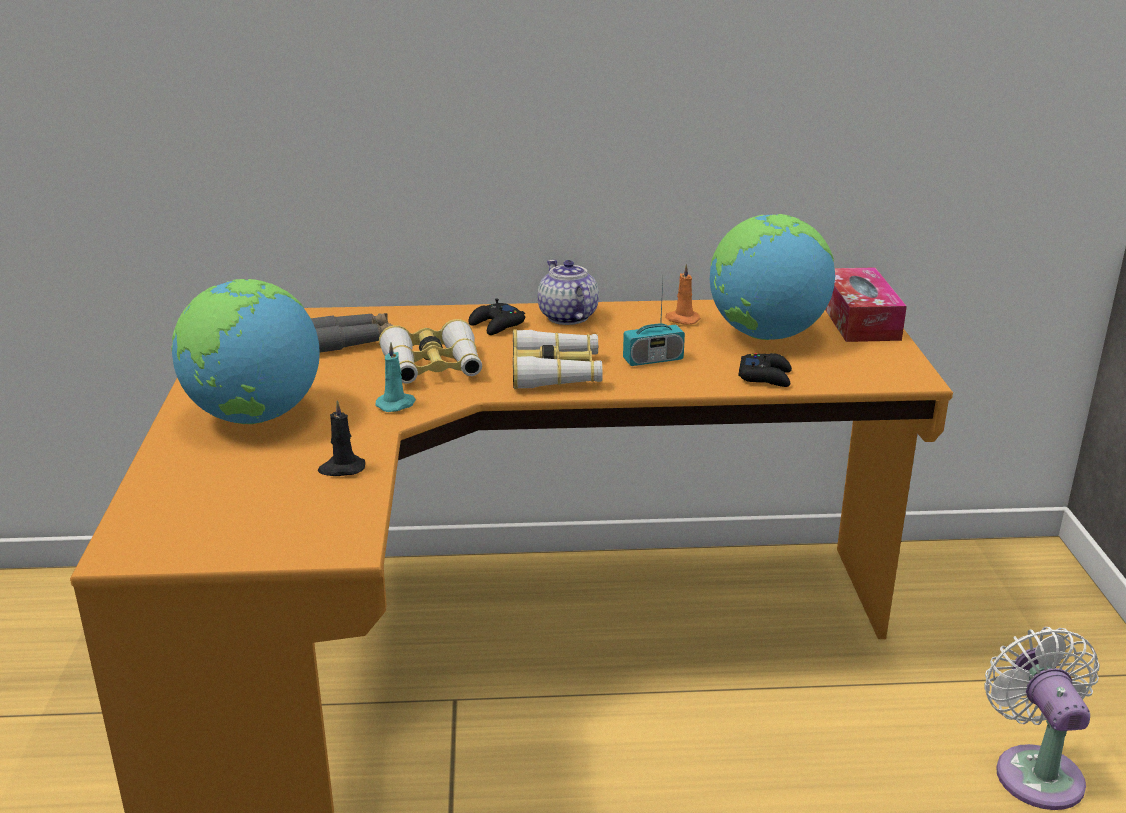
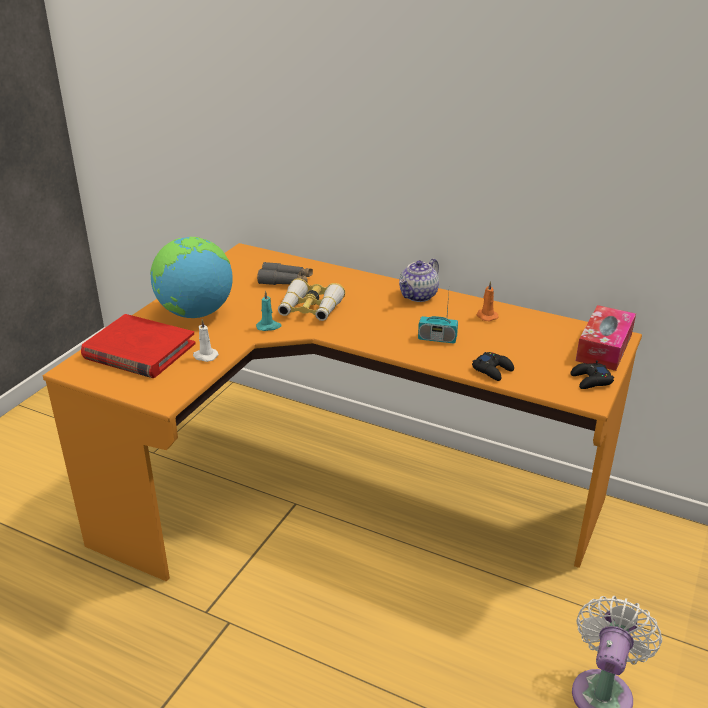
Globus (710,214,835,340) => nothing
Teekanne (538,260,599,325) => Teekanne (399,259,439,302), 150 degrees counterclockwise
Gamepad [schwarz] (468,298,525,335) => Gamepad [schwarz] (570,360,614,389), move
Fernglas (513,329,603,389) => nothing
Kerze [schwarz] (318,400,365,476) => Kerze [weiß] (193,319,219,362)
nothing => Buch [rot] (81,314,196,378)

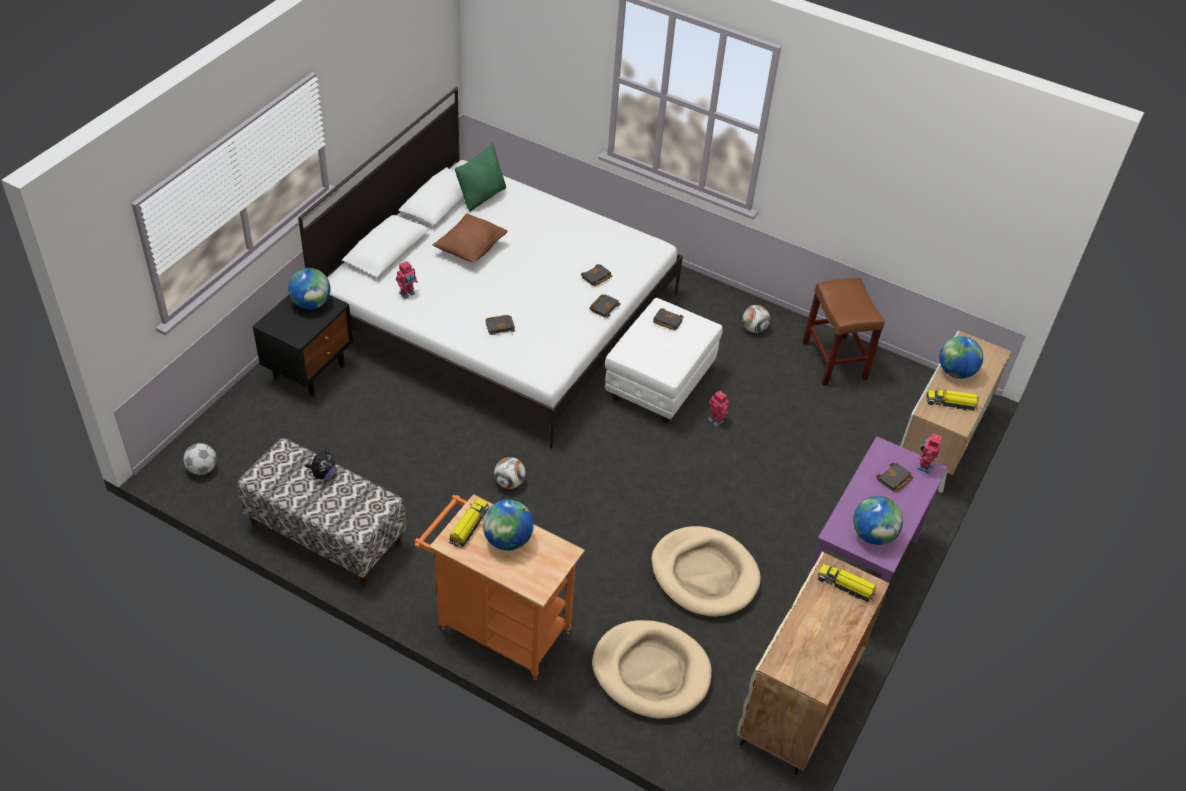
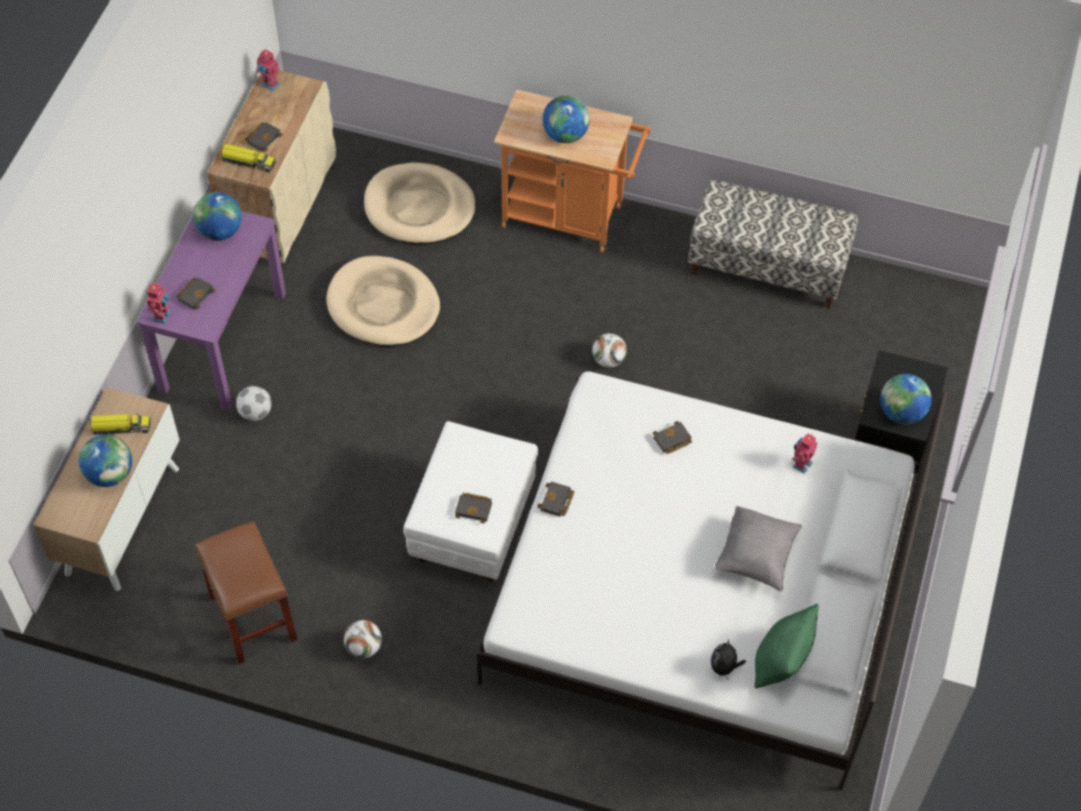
Kissen [braun] (433,214,507,263) => Kissen [grau] (715,506,802,592)
Buch [schwarz] (581,264,612,286) => Buch [schwarz] (245,122,283,152), move
Spielzeugroboter (708,391,729,427) => Spielzeugroboter (256,49,280,91), move
Fußball (183,443,217,475) => Fußball (236,386,272,421), move
Plüschtier (305,448,335,479) => Plüschtier (711,640,746,679), move
Spielzeuglaster (449,498,489,548) => nothing

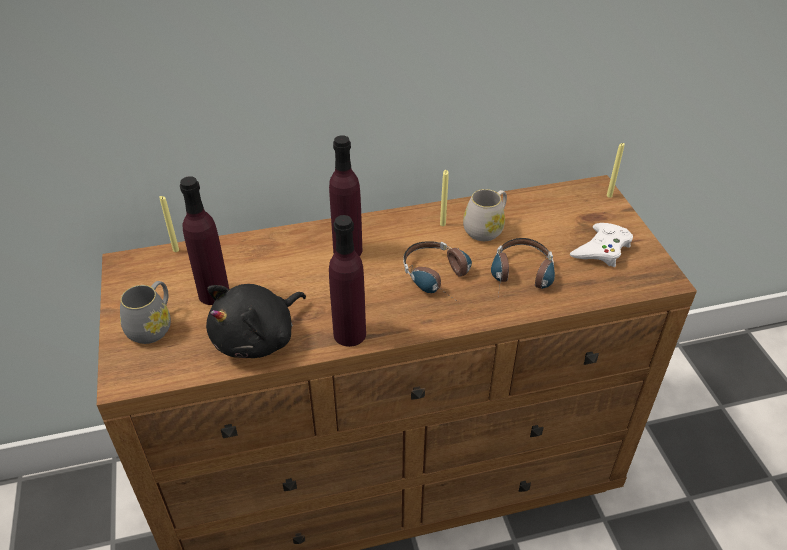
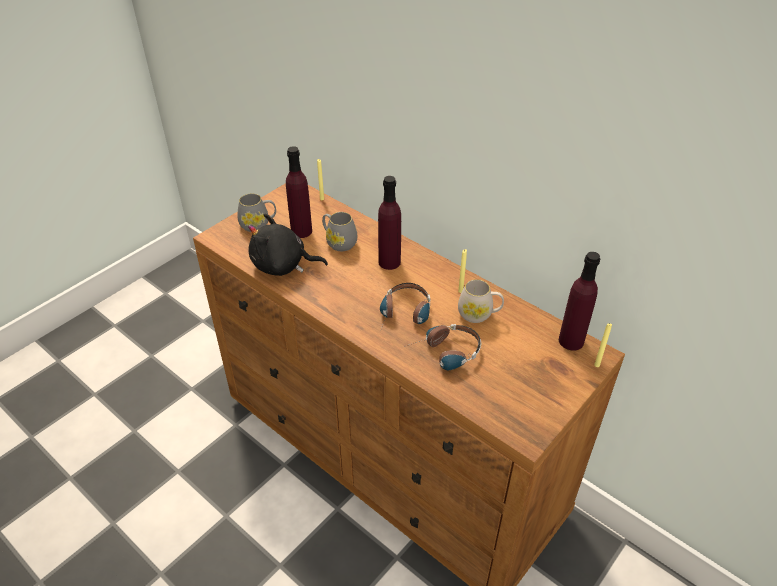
Flasche [lila] (329,215,366,347) => Flasche [lila] (559,252,600,351), move
Gamepad [weiß] (570,223,633,267) => nothing
nothing => Henkelbecher [grau] (322,212,357,251)

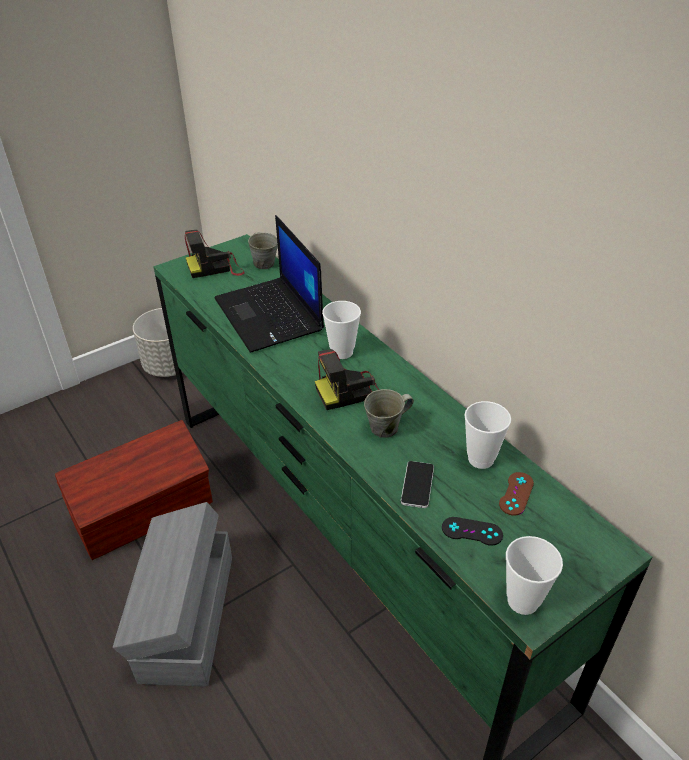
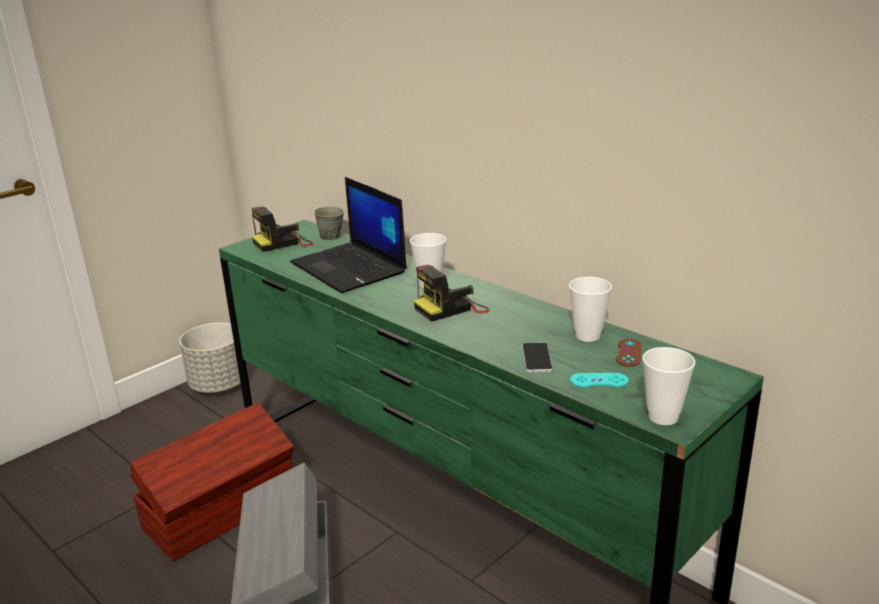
Henkelbecher [grau] (364,389,414,438) => nothing
Gamepad [schwarz] (442,517,503,546) => Gamepad [türkis] (570,373,629,388)

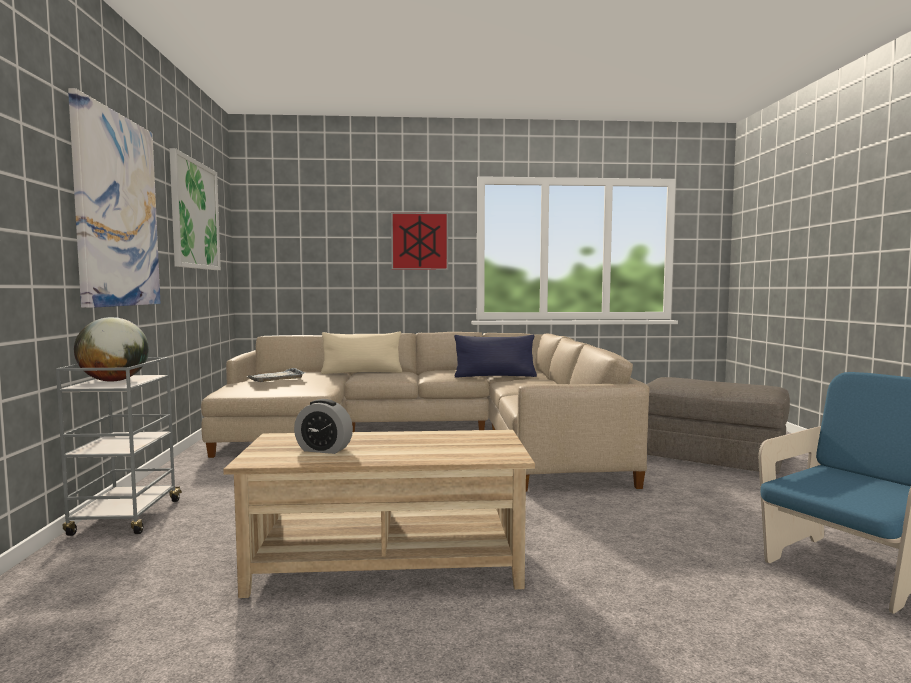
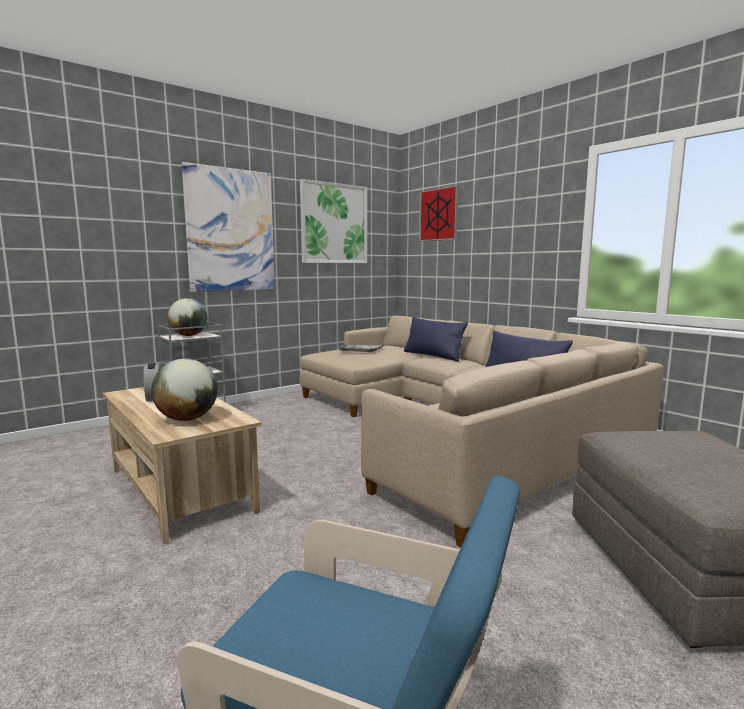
Bild (391,212,448,270) => Bild (419,185,459,241), move
Kissen [beige] (321,332,402,374) => Kissen [blau] (404,317,468,362)
nothing => Globus (151,359,218,421)

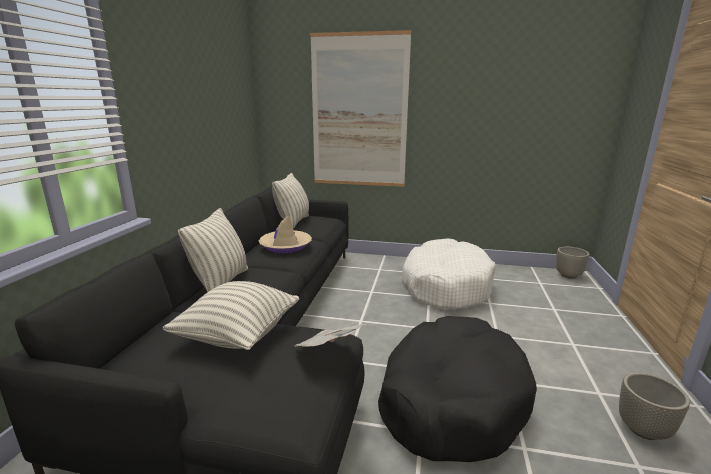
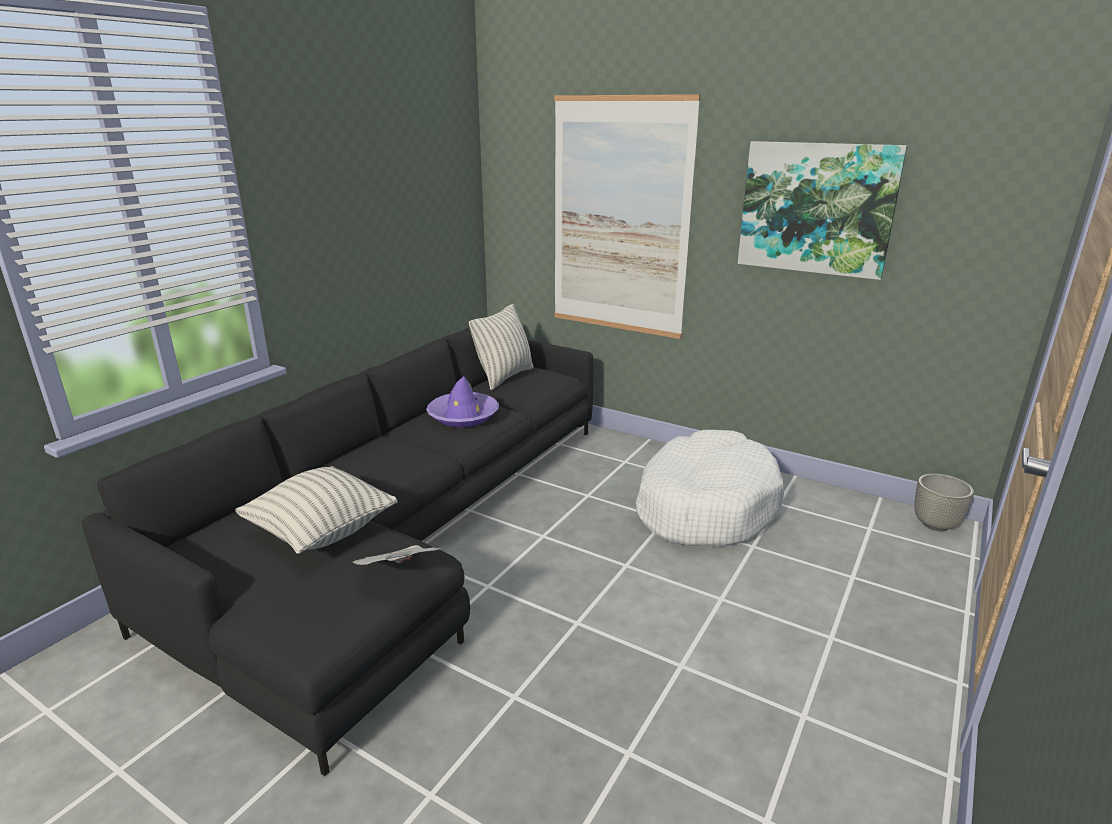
Kissen (178,208,248,292) => nothing
Hut [beige] (259,215,312,253) => Hut [lila] (426,376,499,427)
Hundebett [schwarz] (378,316,537,462) => nothing
Pflanzkübel [grau] (619,372,690,440) => nothing
nothing => Bild (737,141,908,280)

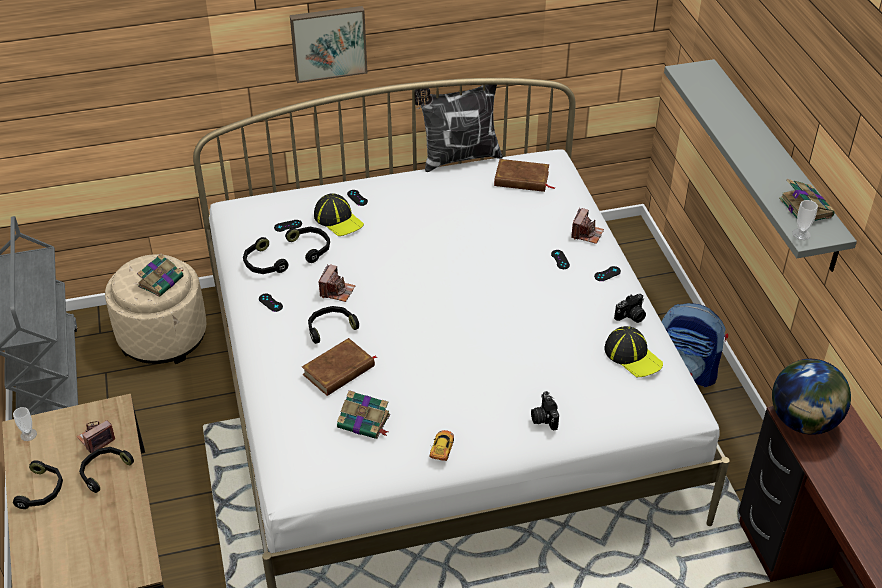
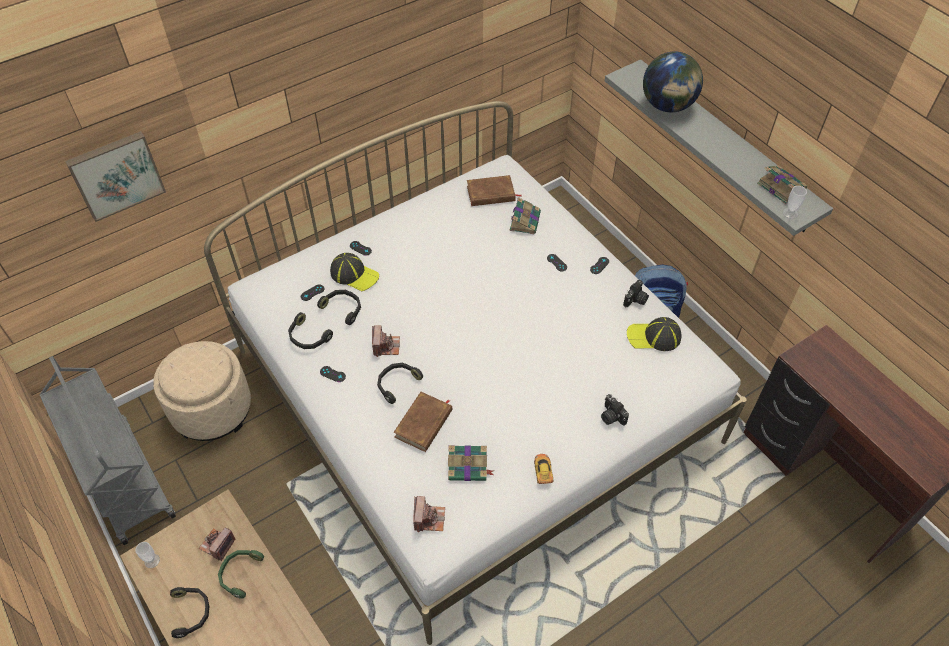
Bild (290,6,367,83) => Bild (65,131,166,222), move
Kissen (415,85,503,172) => nothing
Kamera (571,208,604,244) => Kamera (413,496,445,532), move
Buch (137,254,184,297) => Buch (510,197,541,234), move
Kappe (604,326,663,377) => Kappe (627,317,681,351), 150 degrees clockwise
Globus (772,359,851,435) => Globus (643,51,703,112), move
Kopfhörer [schwarz] (79,447,134,493) => Kopfhörer [grün] (218,550,264,599)

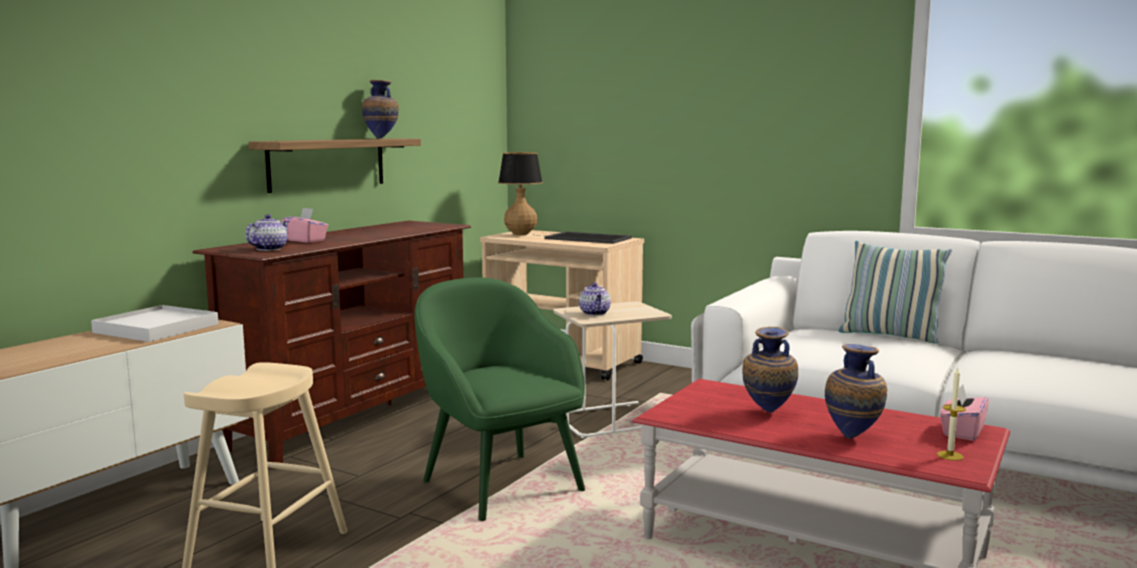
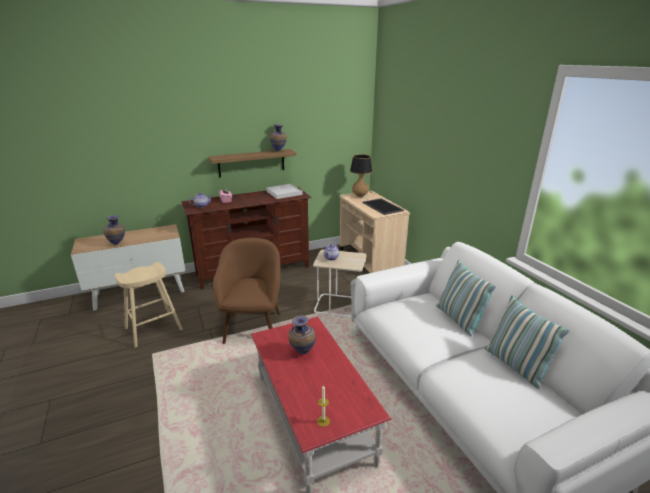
Sessel [grün] (414,278,585,521) => Sessel [braun] (213,238,281,344)
Tablett [weiß] (91,305,219,342) => Tablett [weiß] (266,184,303,199), move
Vase (825,344,887,439) => Vase (103,215,125,245), move
Taschentuchbox [rosa] (940,384,989,441) => nothing
nothing => Kissen (485,295,570,389)

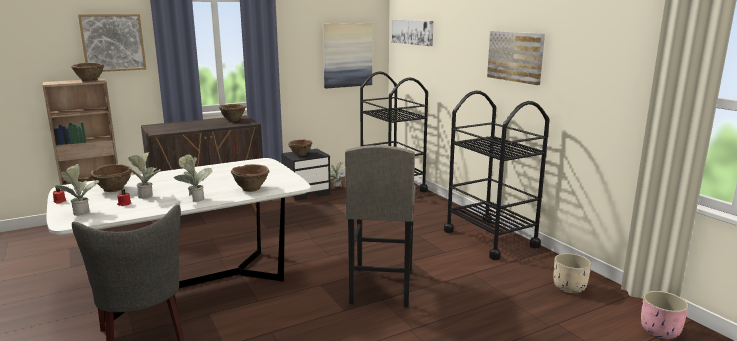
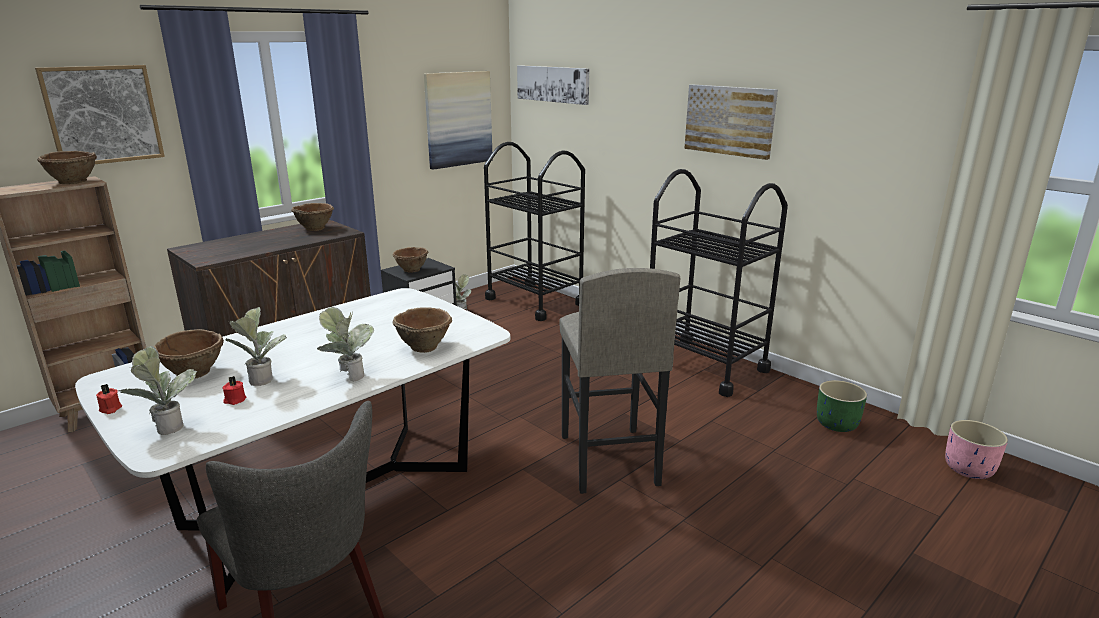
Pflanzkübel [beige] (554,253,591,293) => Pflanzkübel [grün] (817,380,867,432)

